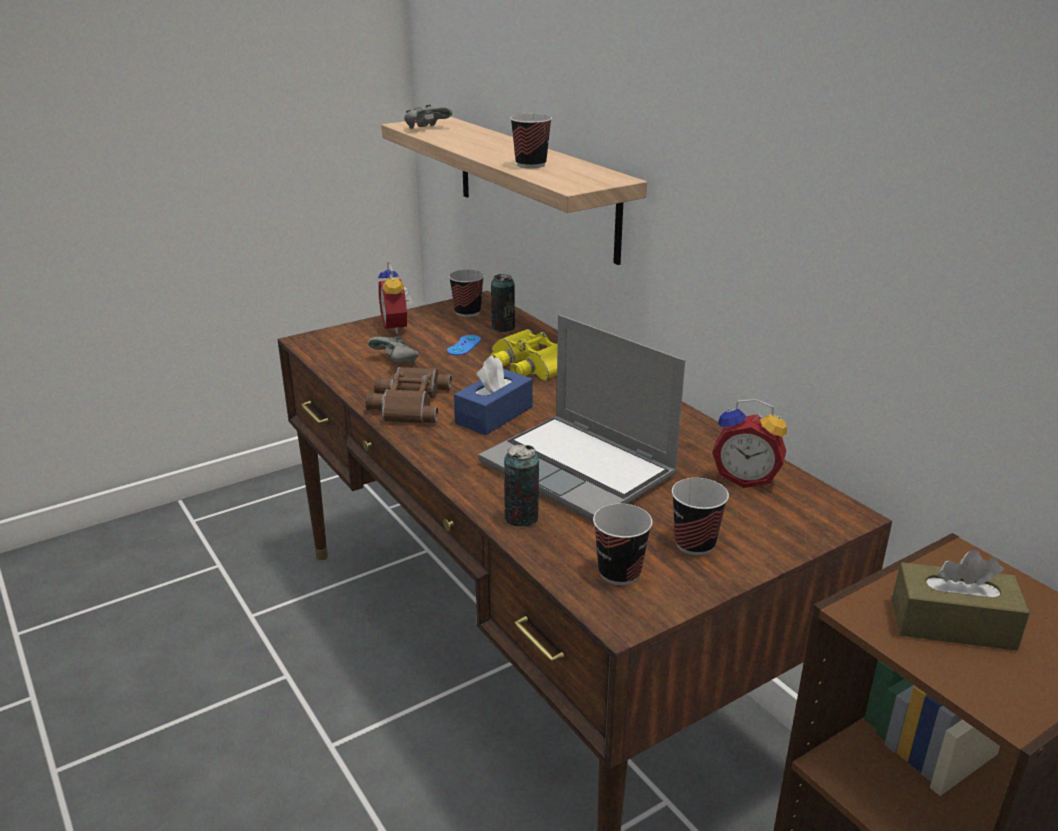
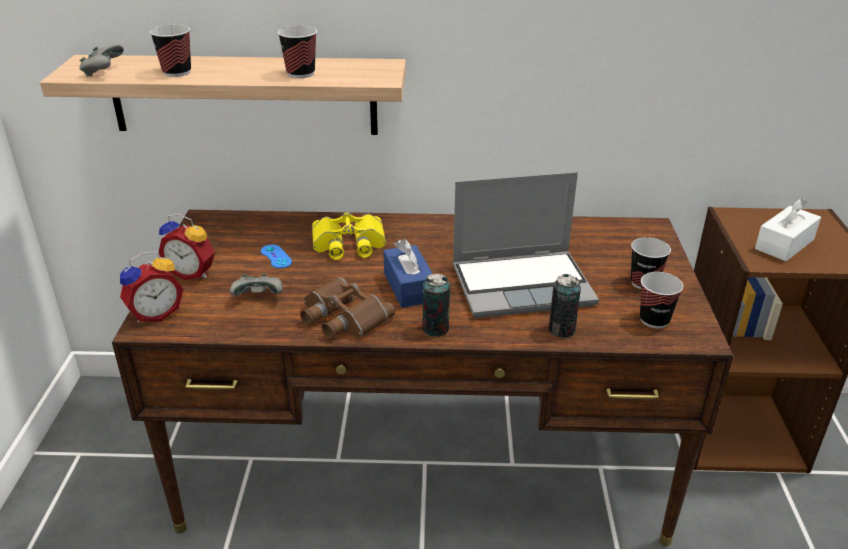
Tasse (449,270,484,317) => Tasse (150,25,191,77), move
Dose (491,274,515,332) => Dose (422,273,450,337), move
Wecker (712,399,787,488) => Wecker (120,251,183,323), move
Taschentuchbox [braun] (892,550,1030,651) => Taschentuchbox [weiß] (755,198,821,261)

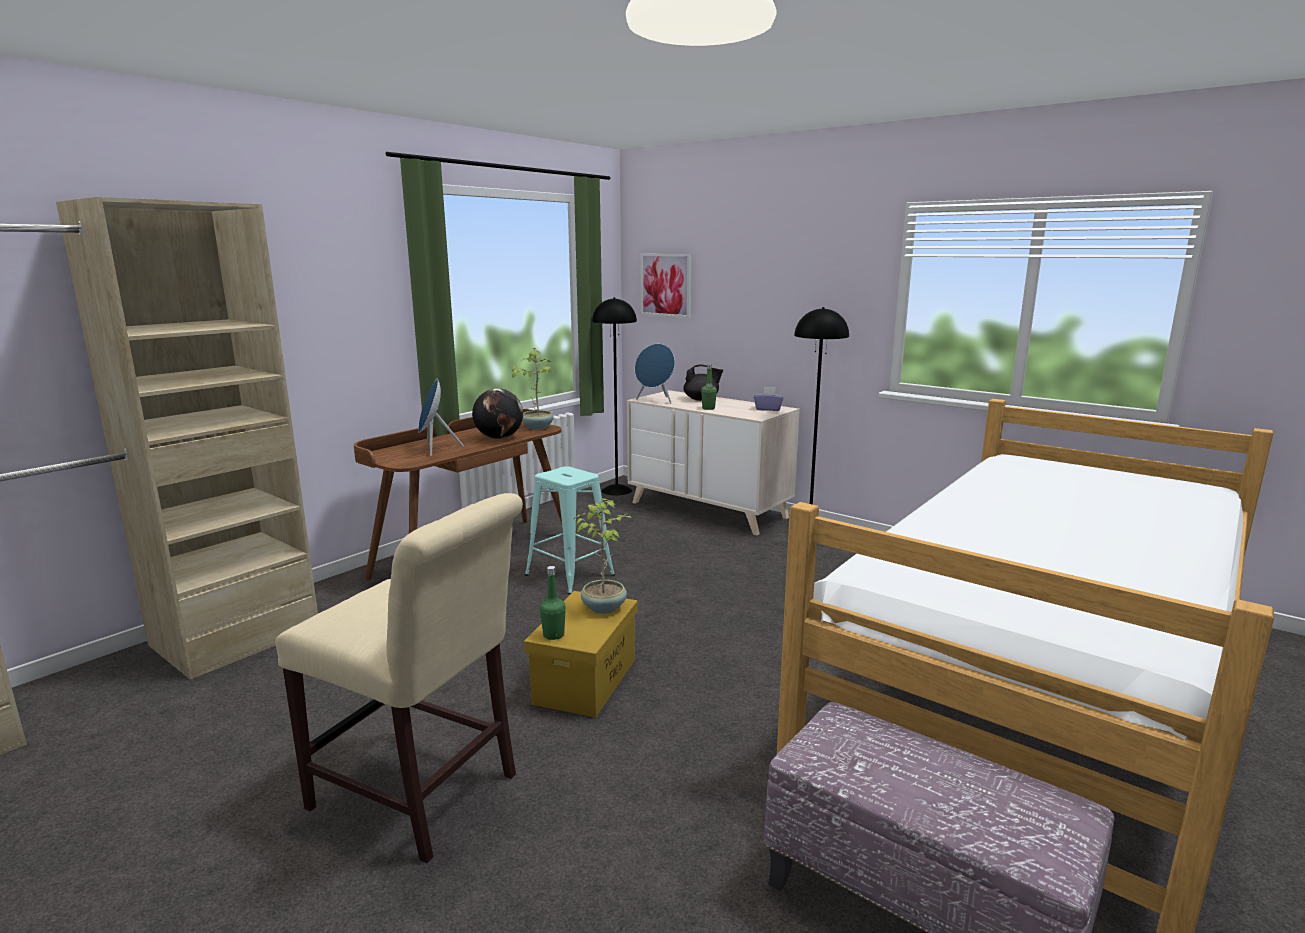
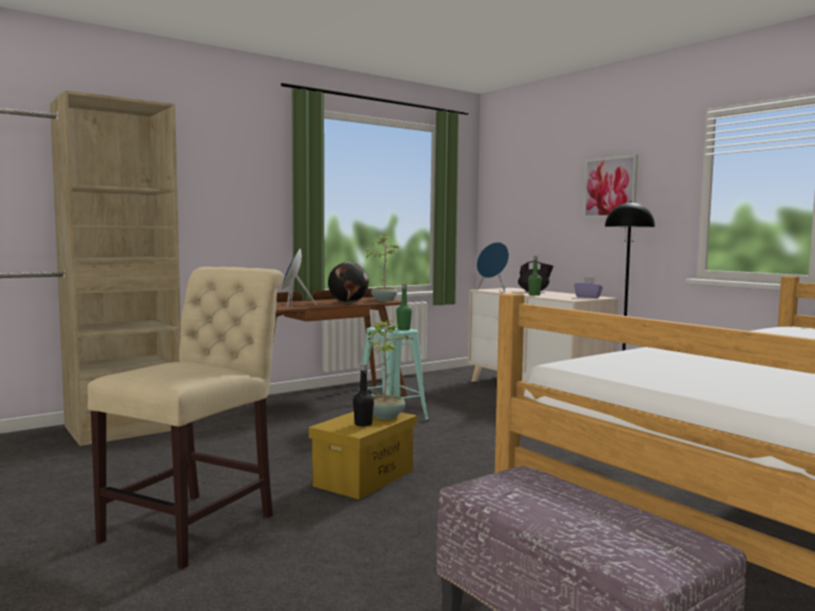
Bild (640,254,691,318) => Bild (583,155,638,219), move
Stehlampe [schwarz] (592,297,637,496) => nothing
Stuhl [beige] (275,493,523,863) => Stuhl [beige] (87,267,284,569), 105 degrees counterclockwise
Flasche [grün] (540,566,566,640) => Flasche [grün] (396,284,412,330), move
nothing => Flasche [schwarz] (353,364,374,427)

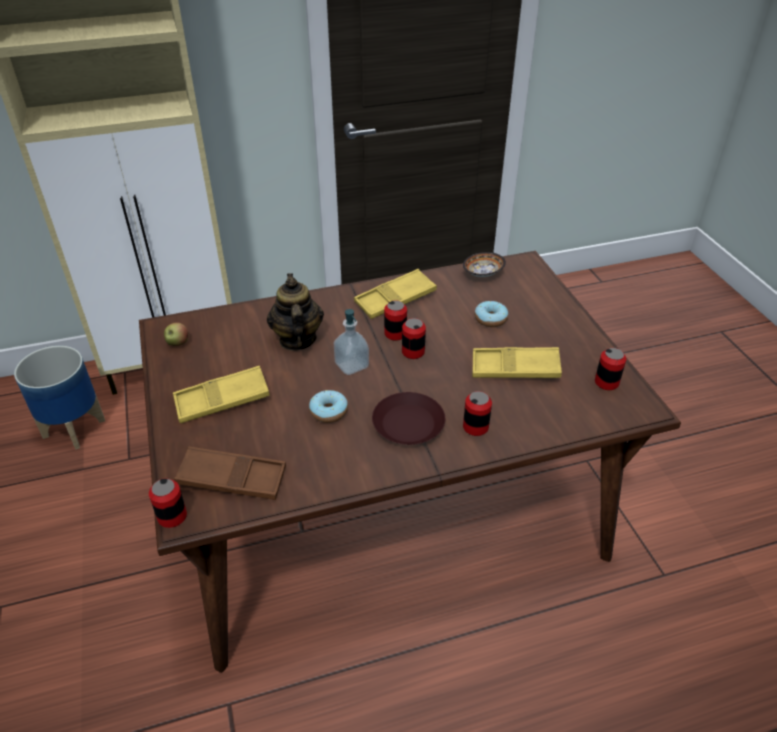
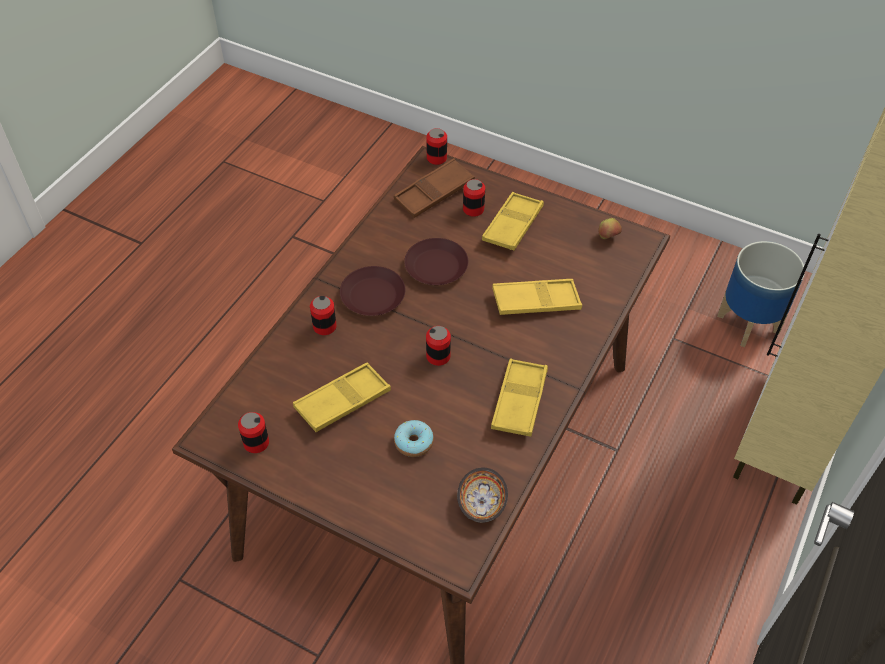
Teekanne (267,273,324,351) => Tablett [gelb] (492,279,582,315)
Dose (384,300,407,340) => Dose (463,179,485,217), move
Seifenspender (334,309,369,375) => nothing
Donut (309,390,348,423) => Teller [braun] (404,238,468,285)

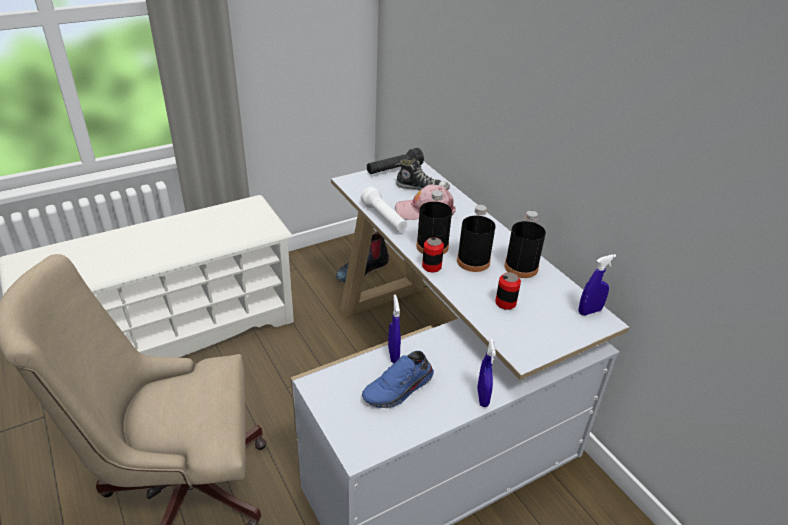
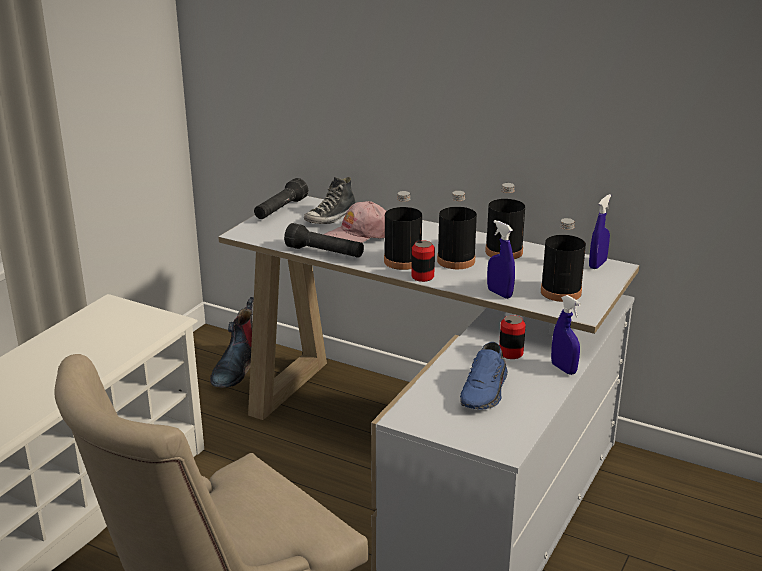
Schuh (396,158,450,190) => Schuh (304,177,355,224), 150 degrees clockwise
Taschenlampe [weiß] (361,187,407,232) => Taschenlampe [schwarz] (284,223,364,258)
Dose (495,272,521,310) => Dose (499,315,526,359), move
Sprühflasche [blau] (388,294,401,363) => Sprühflasche [blau] (487,220,515,299), move
nothing => Flasche [schwarz] (541,218,586,302)

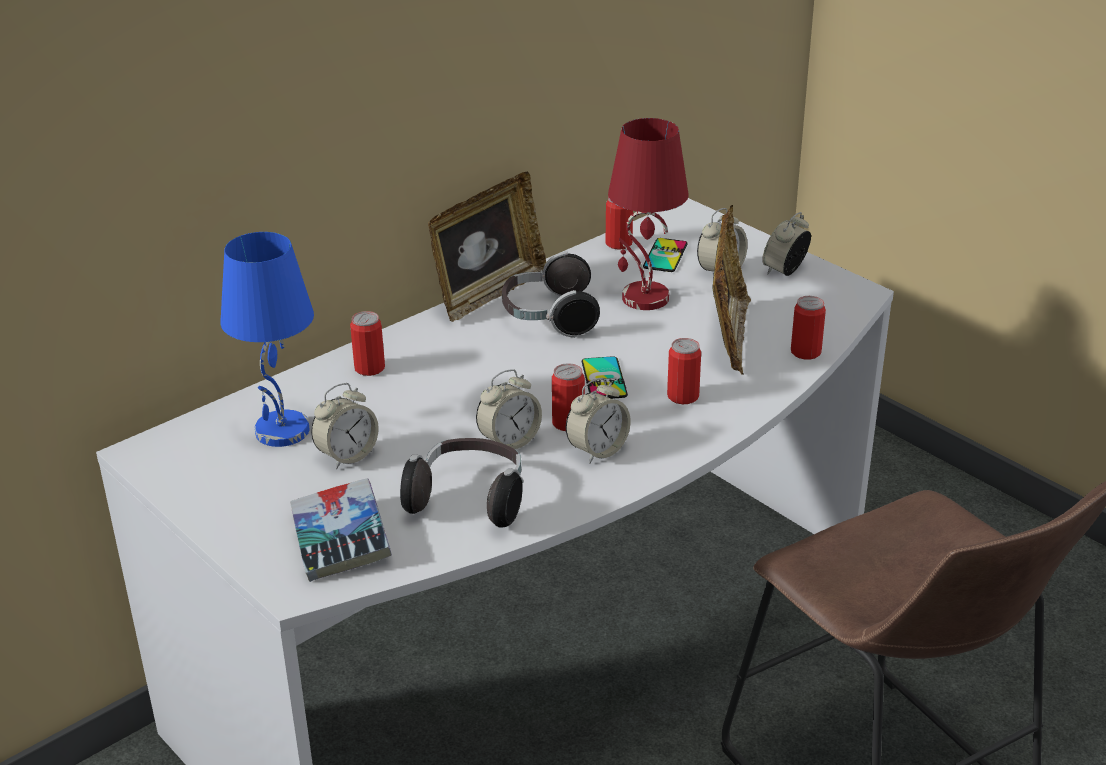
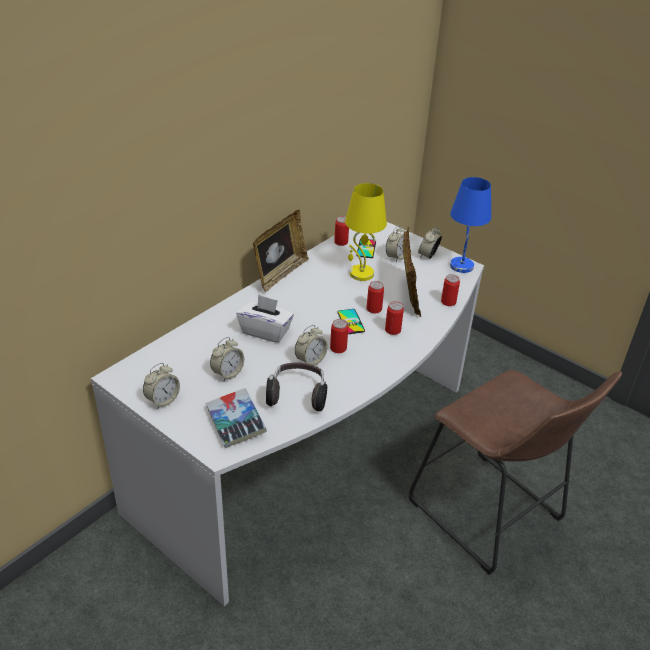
Tischlampe [rot] (608,118,689,310) => Tischlampe [gelb] (345,183,387,281)
Tischlampe [blau] (220,232,314,447) => Tischlampe [blau] (450,177,491,273), move
Kopfhörer (502,251,600,338) => nothing
Dose (350,311,385,376) => Dose (367,281,384,313), move
Wecker (566,378,631,464) => Wecker (143,363,180,409), move
nothing => Taschentuchbox [weiß] (236,294,294,343)

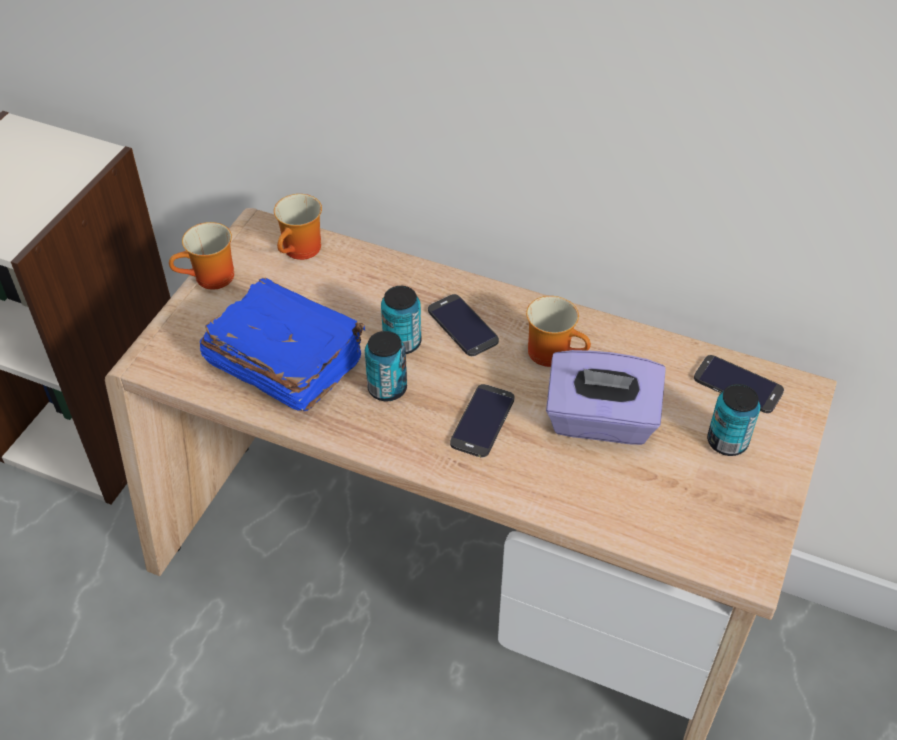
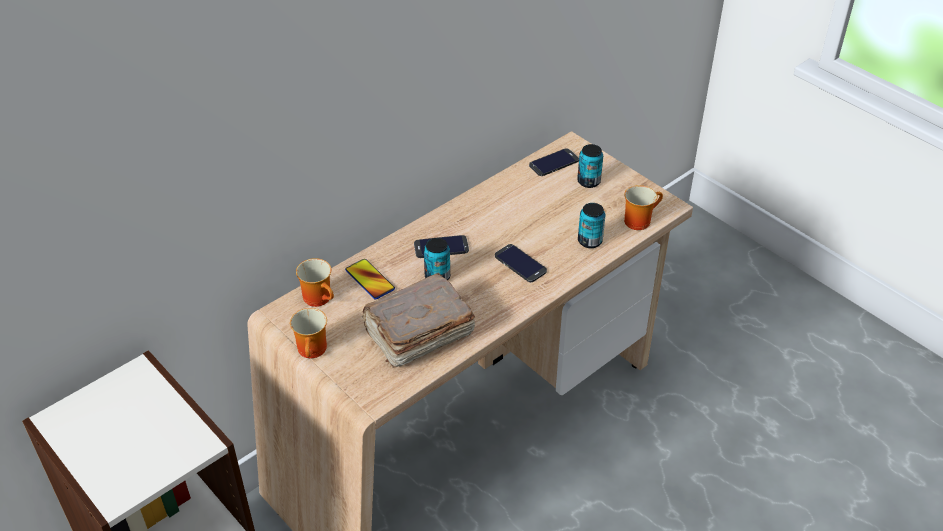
Buch [blau] (200,278,365,411) => Buch [braun] (361,273,475,368)
Henkelbecher (526,296,591,367) => Henkelbecher (624,185,663,230), move
Dose (365,331,407,401) => Dose (578,203,606,248), move
Taschentuchbox [lila] (546,350,666,445) => nothing
nothing => Handy (345,259,395,300)

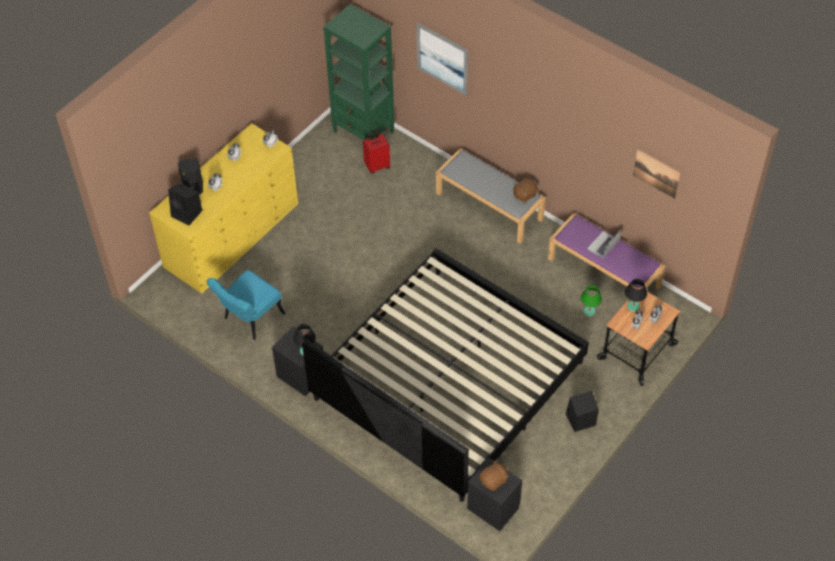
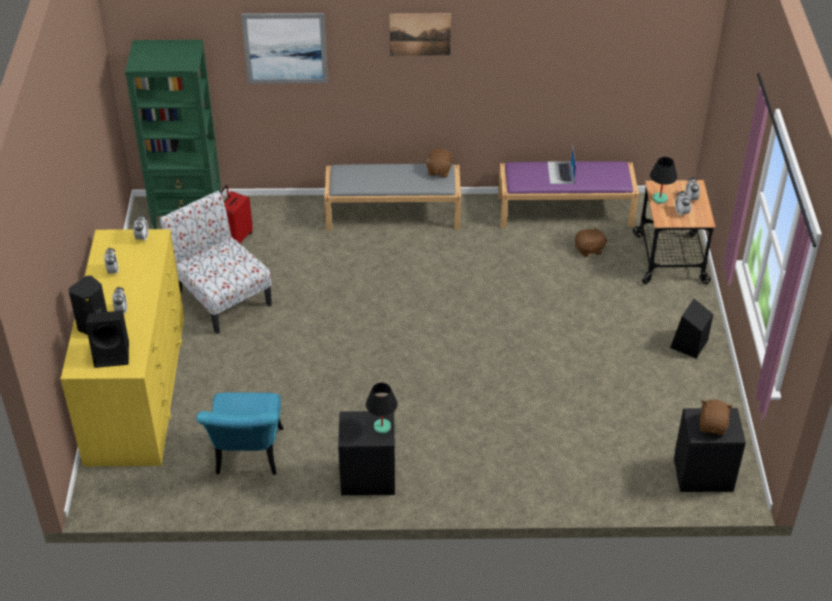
Bild (633,149,681,199) => Bild (390,13,451,56), move
Bett (302,248,589,502) => nothing
Tischlampe [grün] (581,285,602,316) => Plüschtier [braun] (575,226,607,257)
nothing => Stuhl (160,191,272,334)

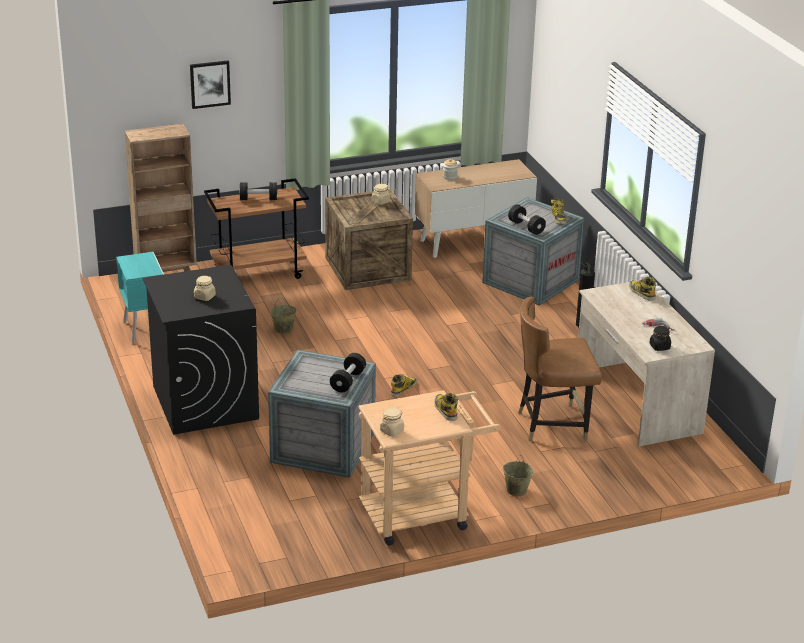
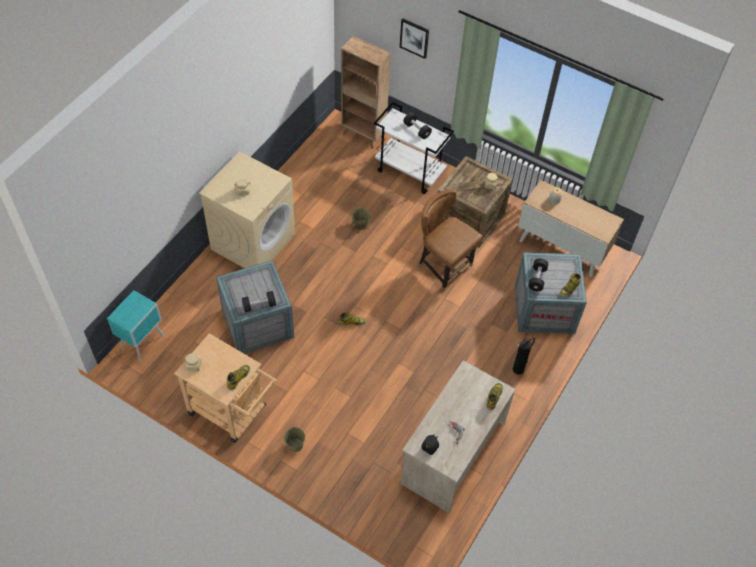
Rollwagen [braun] (204,178,309,279) => Rollwagen [weiß] (374,102,454,194)
Nachttisch [türkis] (116,252,164,344) => Nachttisch [türkis] (107,290,164,361), move
Waschmaschine [schwarz] (143,265,259,435) => Waschmaschine [beige] (199,151,295,268)
Stuhl [braun] (518,297,602,441) => Stuhl [braun] (418,189,483,292), move

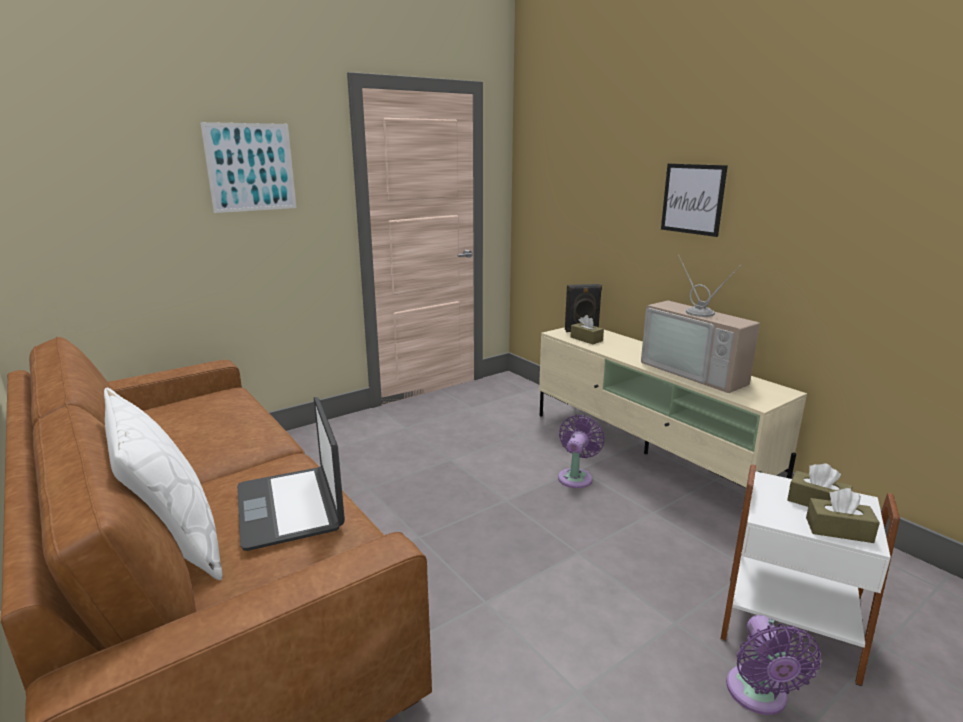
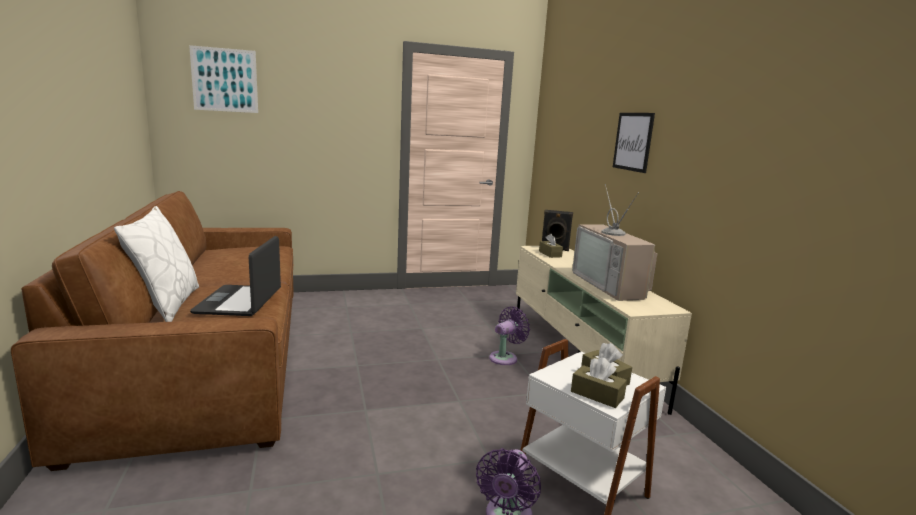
Bild (200,122,297,213) => Bild (189,45,258,113), move

